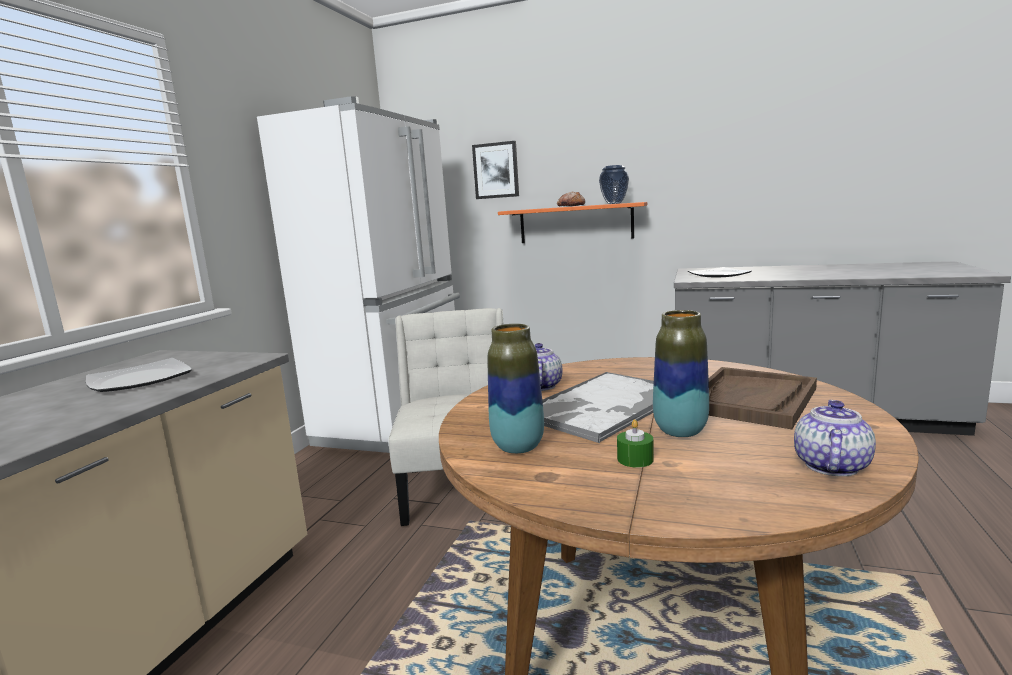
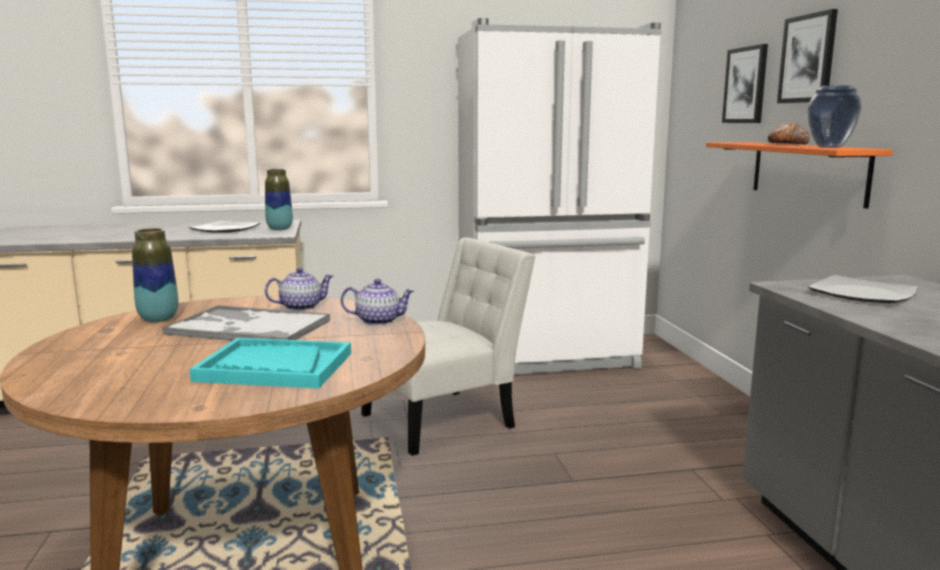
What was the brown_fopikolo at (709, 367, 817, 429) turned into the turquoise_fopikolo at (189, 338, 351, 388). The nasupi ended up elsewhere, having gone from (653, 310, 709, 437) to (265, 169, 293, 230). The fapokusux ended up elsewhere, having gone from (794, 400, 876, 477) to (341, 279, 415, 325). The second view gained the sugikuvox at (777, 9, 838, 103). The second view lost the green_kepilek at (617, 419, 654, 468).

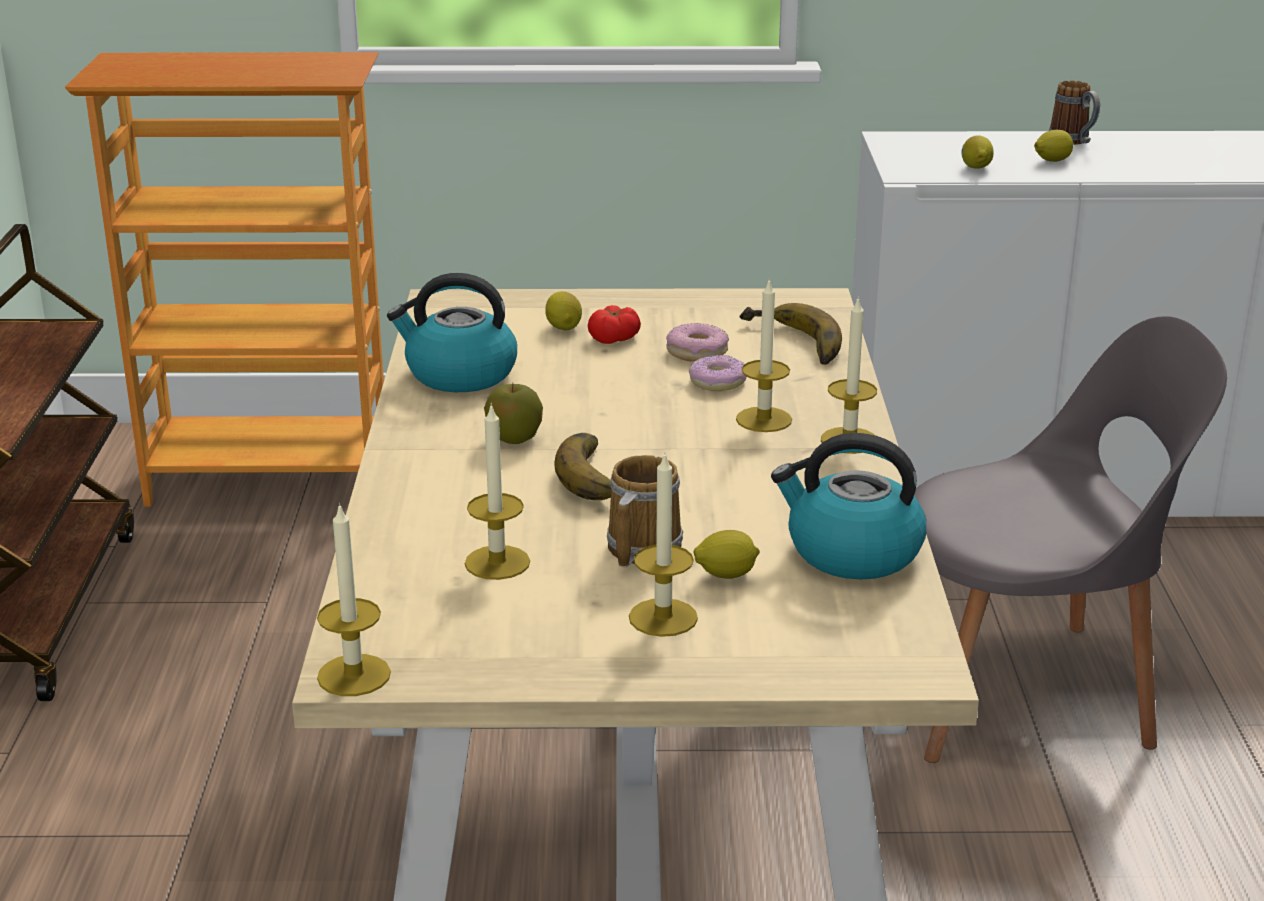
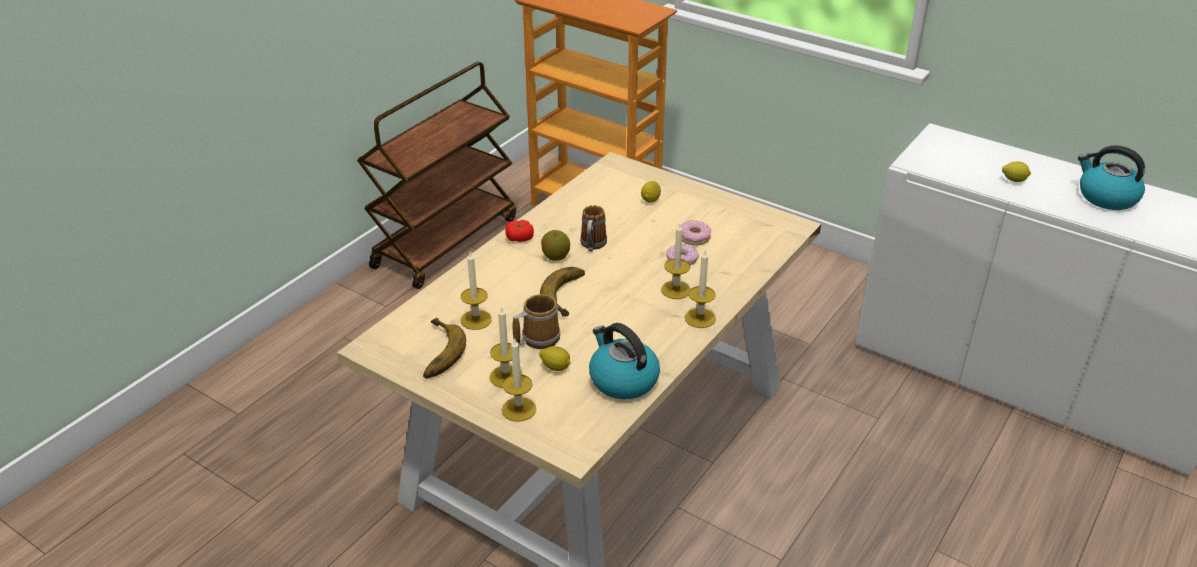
The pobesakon ended up elsewhere, having gone from (739, 303, 842, 365) to (423, 318, 466, 379). The kepilek ended up elsewhere, having gone from (317, 502, 391, 696) to (502, 338, 536, 422). The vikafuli ended up elsewhere, having gone from (588, 305, 641, 344) to (505, 220, 534, 242). The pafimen ended up elsewhere, having gone from (1049, 80, 1100, 145) to (580, 205, 607, 251). The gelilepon ended up elsewhere, having gone from (387, 273, 517, 392) to (1078, 145, 1145, 210). The second view lost the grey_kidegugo at (914, 316, 1227, 763). The second view lost the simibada at (962, 135, 993, 169).

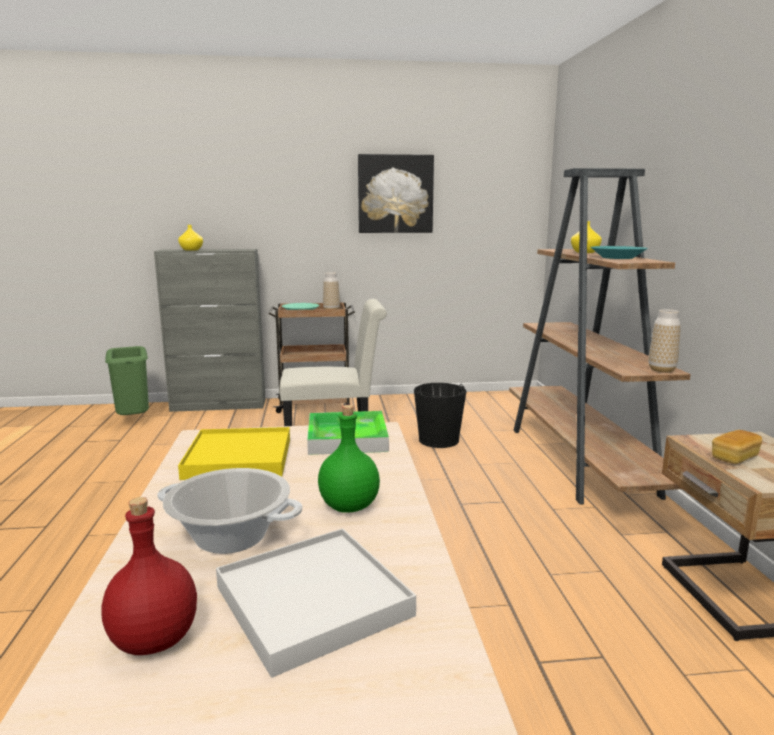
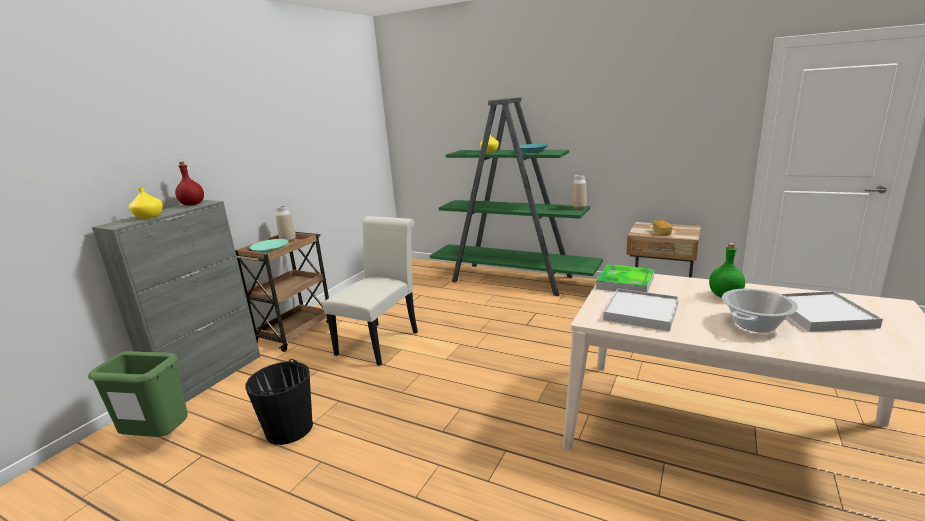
The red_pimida ended up elsewhere, having gone from (101, 497, 197, 655) to (175, 162, 204, 206). The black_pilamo ended up elsewhere, having gone from (414, 383, 466, 448) to (245, 359, 313, 445). What was the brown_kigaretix at (509, 168, 691, 505) turned into the green_kigaretix at (430, 97, 603, 296). What was the yellow_fopikolo at (178, 427, 290, 480) turned into the white_fopikolo at (603, 288, 679, 331). The second view lost the sugikuvox at (358, 154, 434, 233).

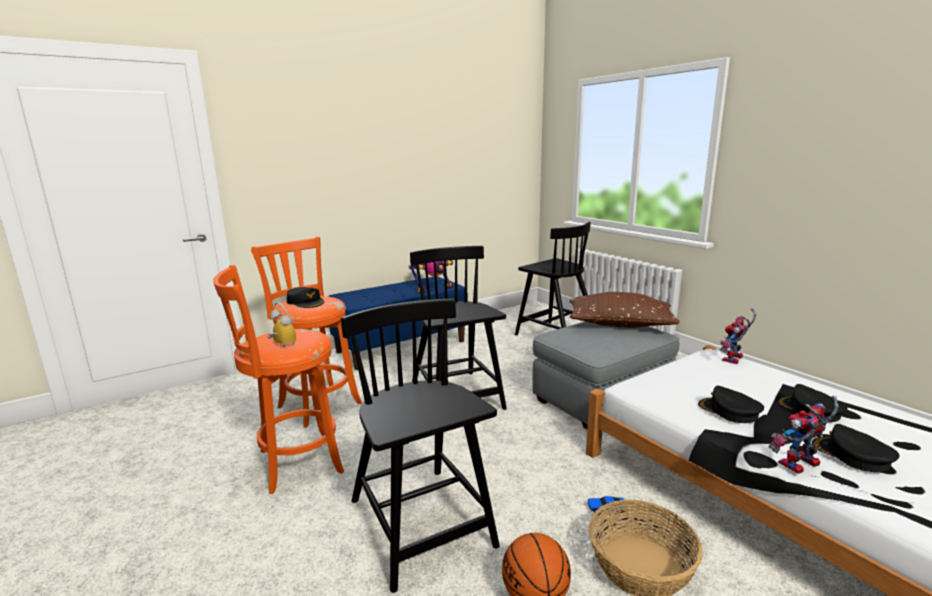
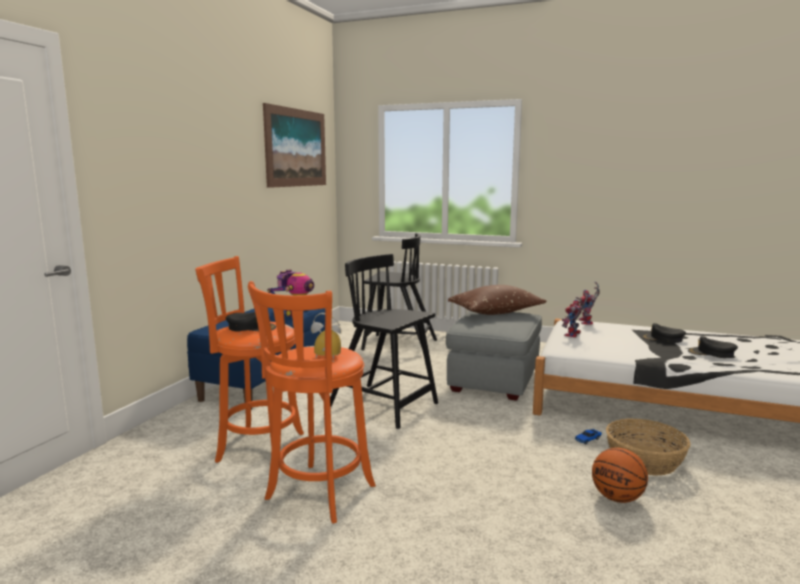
The second view gained the sugikuvox at (263, 103, 326, 188). The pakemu ended up elsewhere, having gone from (769, 396, 839, 474) to (562, 292, 588, 337). The second view lost the black_kidegugo at (341, 299, 500, 593). The second view lost the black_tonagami at (698, 386, 764, 423).

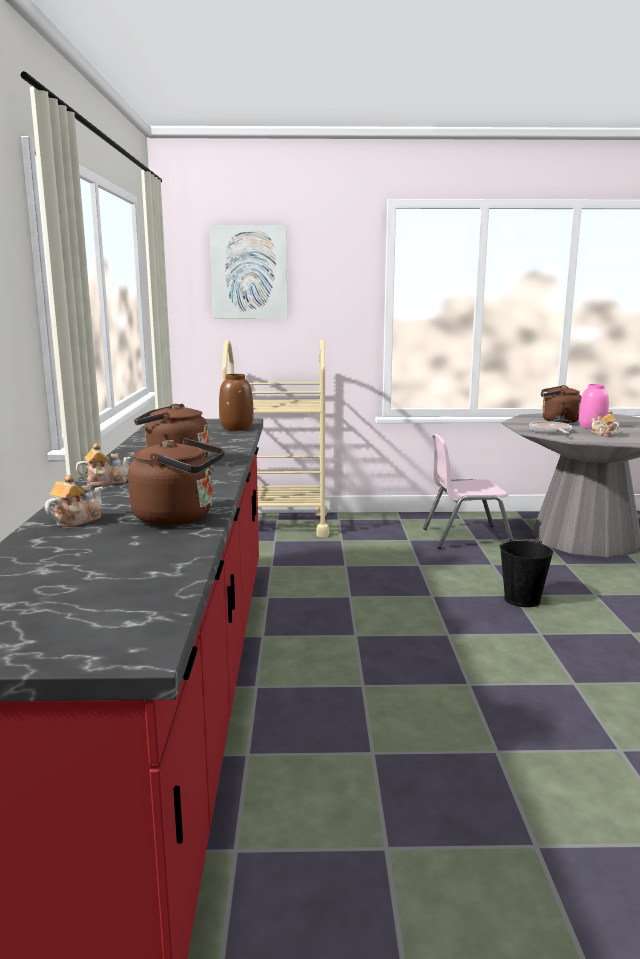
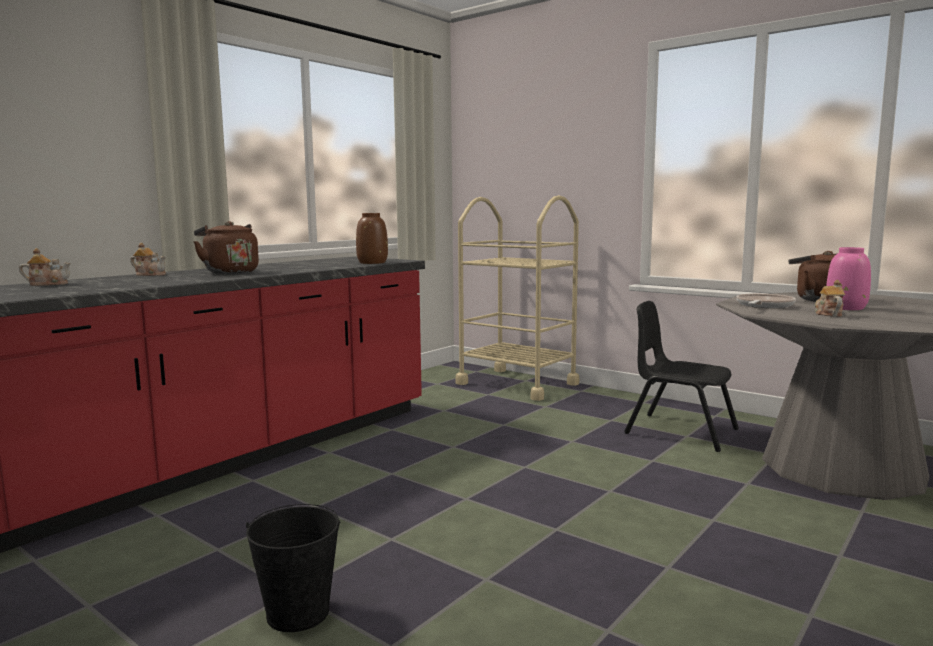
The black_pilamo ended up elsewhere, having gone from (500, 539, 553, 607) to (246, 504, 340, 632). What was the pink_kidegugo at (423, 434, 514, 549) turned into the black_kidegugo at (624, 301, 739, 452). The second view lost the brown_gelilepon at (128, 438, 225, 525). The second view lost the sugikuvox at (210, 225, 288, 319).

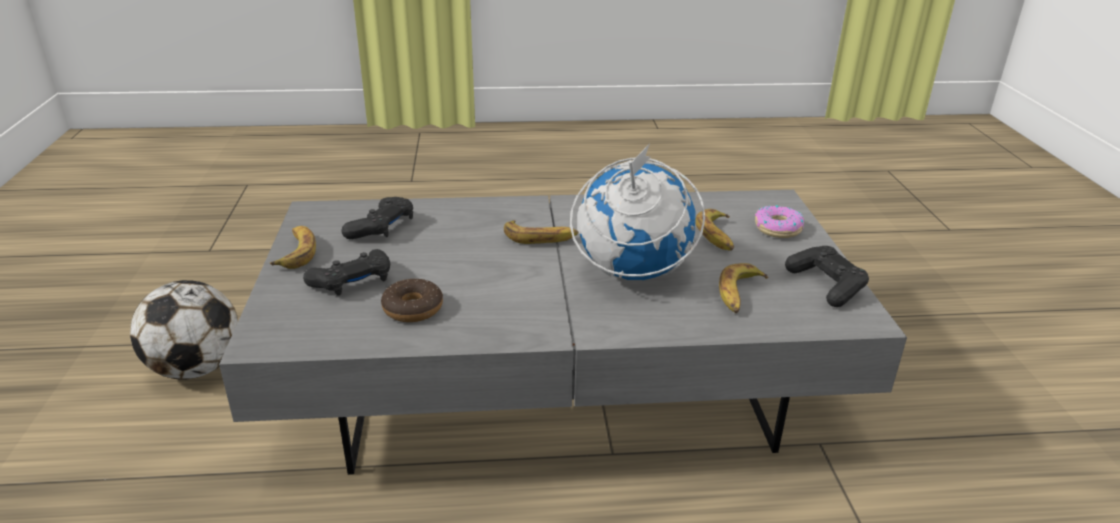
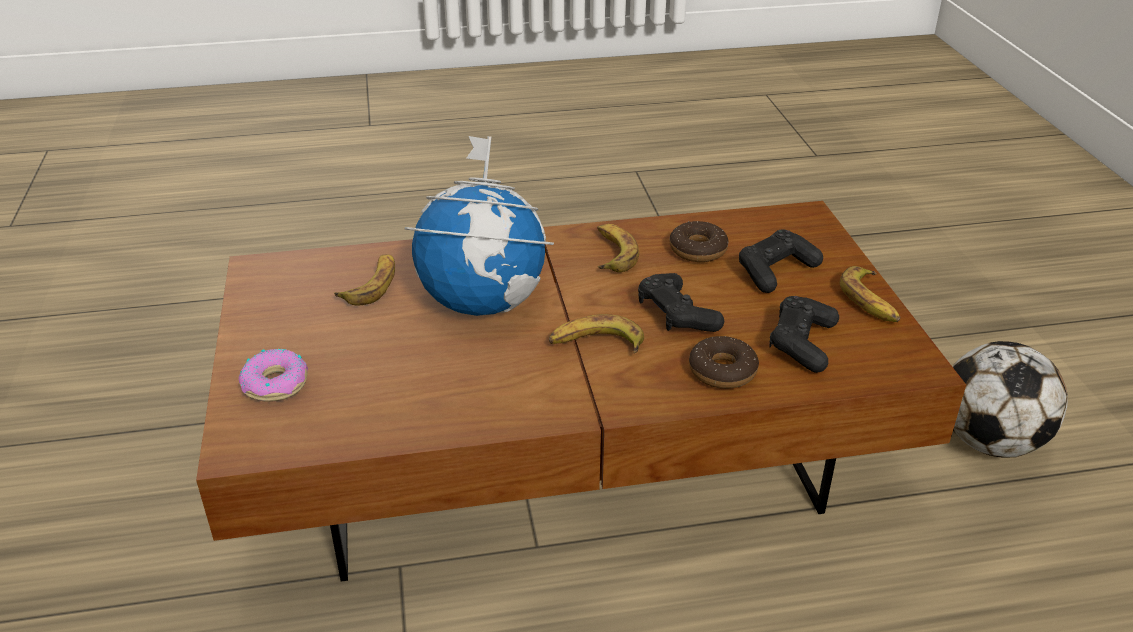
What was the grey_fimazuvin at (219, 190, 907, 475) turned into the brown_fimazuvin at (196, 201, 966, 582). The pobesakon ended up elsewhere, having gone from (695, 209, 734, 251) to (597, 224, 639, 272). The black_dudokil ended up elsewhere, having gone from (785, 246, 869, 307) to (638, 273, 724, 332). The second view gained the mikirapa at (689, 336, 759, 389).

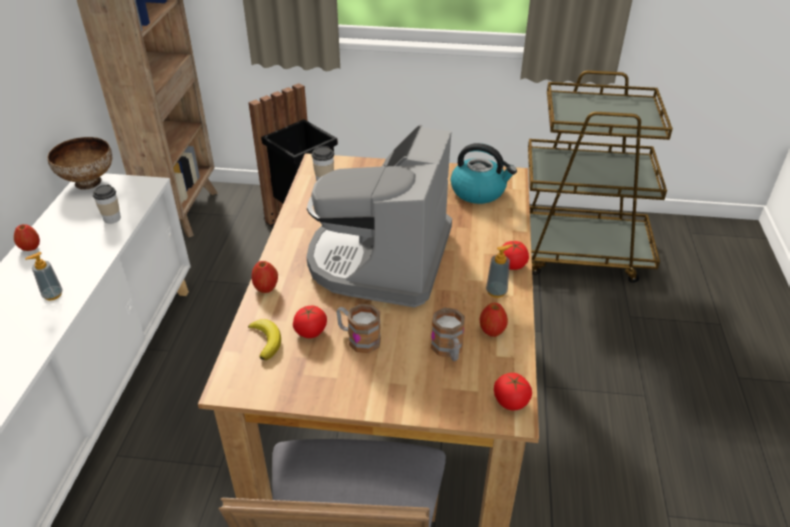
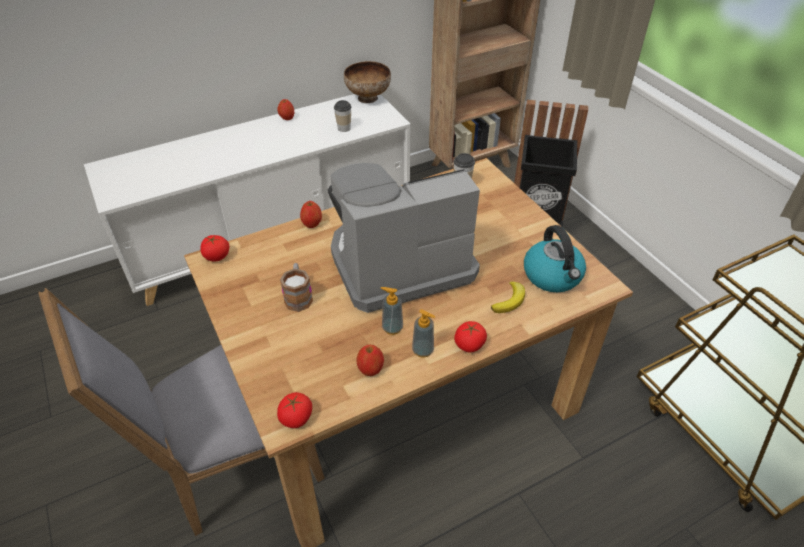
The vikafuli ended up elsewhere, having gone from (293, 306, 327, 338) to (200, 235, 230, 261). The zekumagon ended up elsewhere, having gone from (25, 252, 63, 300) to (381, 287, 403, 335). The pobesakon ended up elsewhere, having gone from (248, 319, 281, 360) to (491, 281, 525, 313). The second view lost the pafimen at (431, 308, 465, 361).

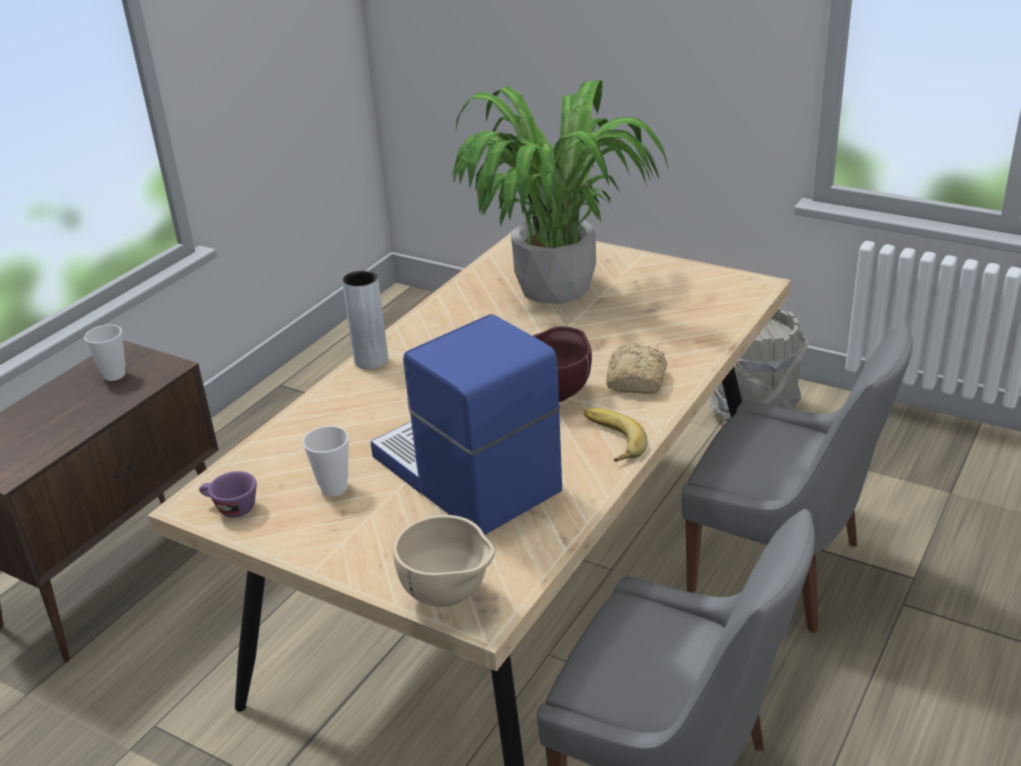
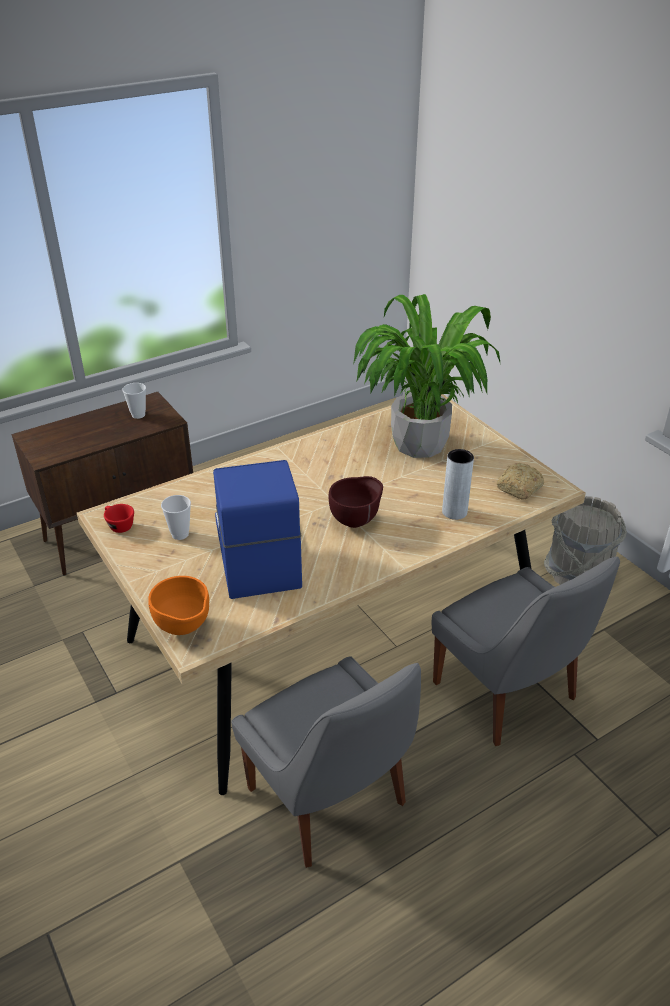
What was the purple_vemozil at (199, 471, 257, 518) turned into the red_vemozil at (104, 504, 134, 533). What was the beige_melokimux at (393, 515, 495, 607) turned into the orange_melokimux at (148, 576, 209, 635). The grey_nasupi ended up elsewhere, having gone from (342, 270, 388, 369) to (442, 449, 474, 520). The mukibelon ended up elsewhere, having gone from (606, 344, 667, 394) to (497, 463, 544, 500). The second view lost the pobesakon at (584, 408, 647, 462).

